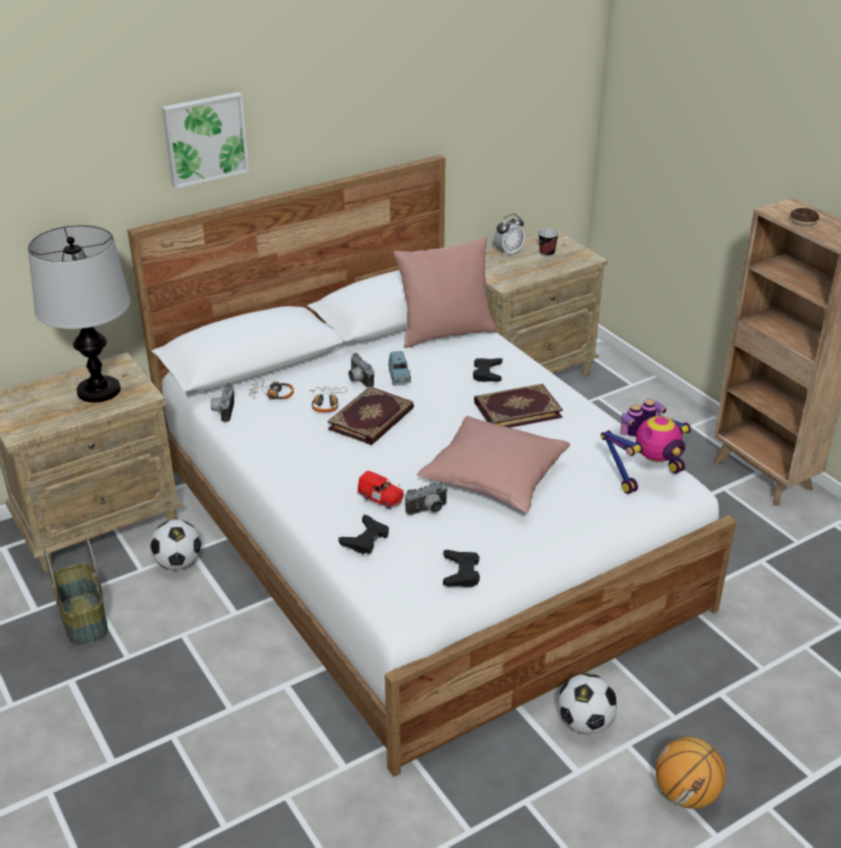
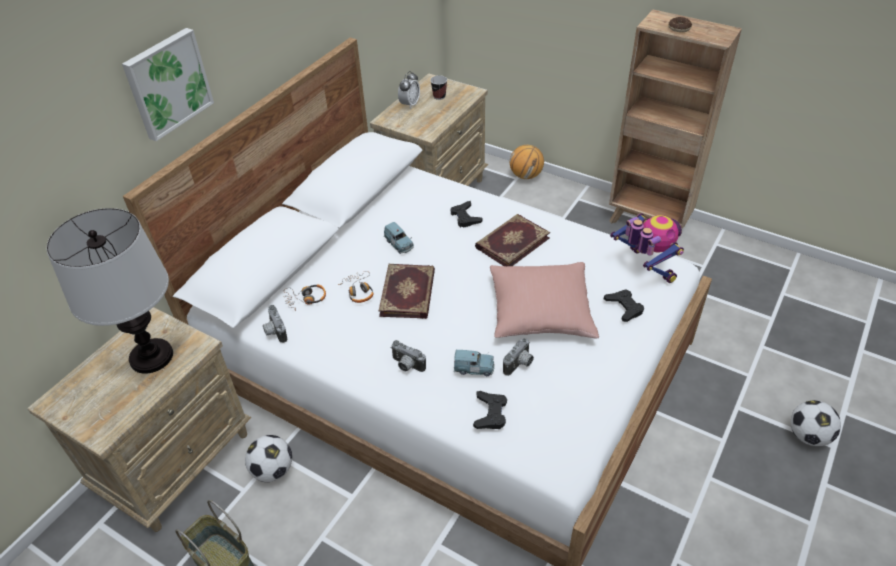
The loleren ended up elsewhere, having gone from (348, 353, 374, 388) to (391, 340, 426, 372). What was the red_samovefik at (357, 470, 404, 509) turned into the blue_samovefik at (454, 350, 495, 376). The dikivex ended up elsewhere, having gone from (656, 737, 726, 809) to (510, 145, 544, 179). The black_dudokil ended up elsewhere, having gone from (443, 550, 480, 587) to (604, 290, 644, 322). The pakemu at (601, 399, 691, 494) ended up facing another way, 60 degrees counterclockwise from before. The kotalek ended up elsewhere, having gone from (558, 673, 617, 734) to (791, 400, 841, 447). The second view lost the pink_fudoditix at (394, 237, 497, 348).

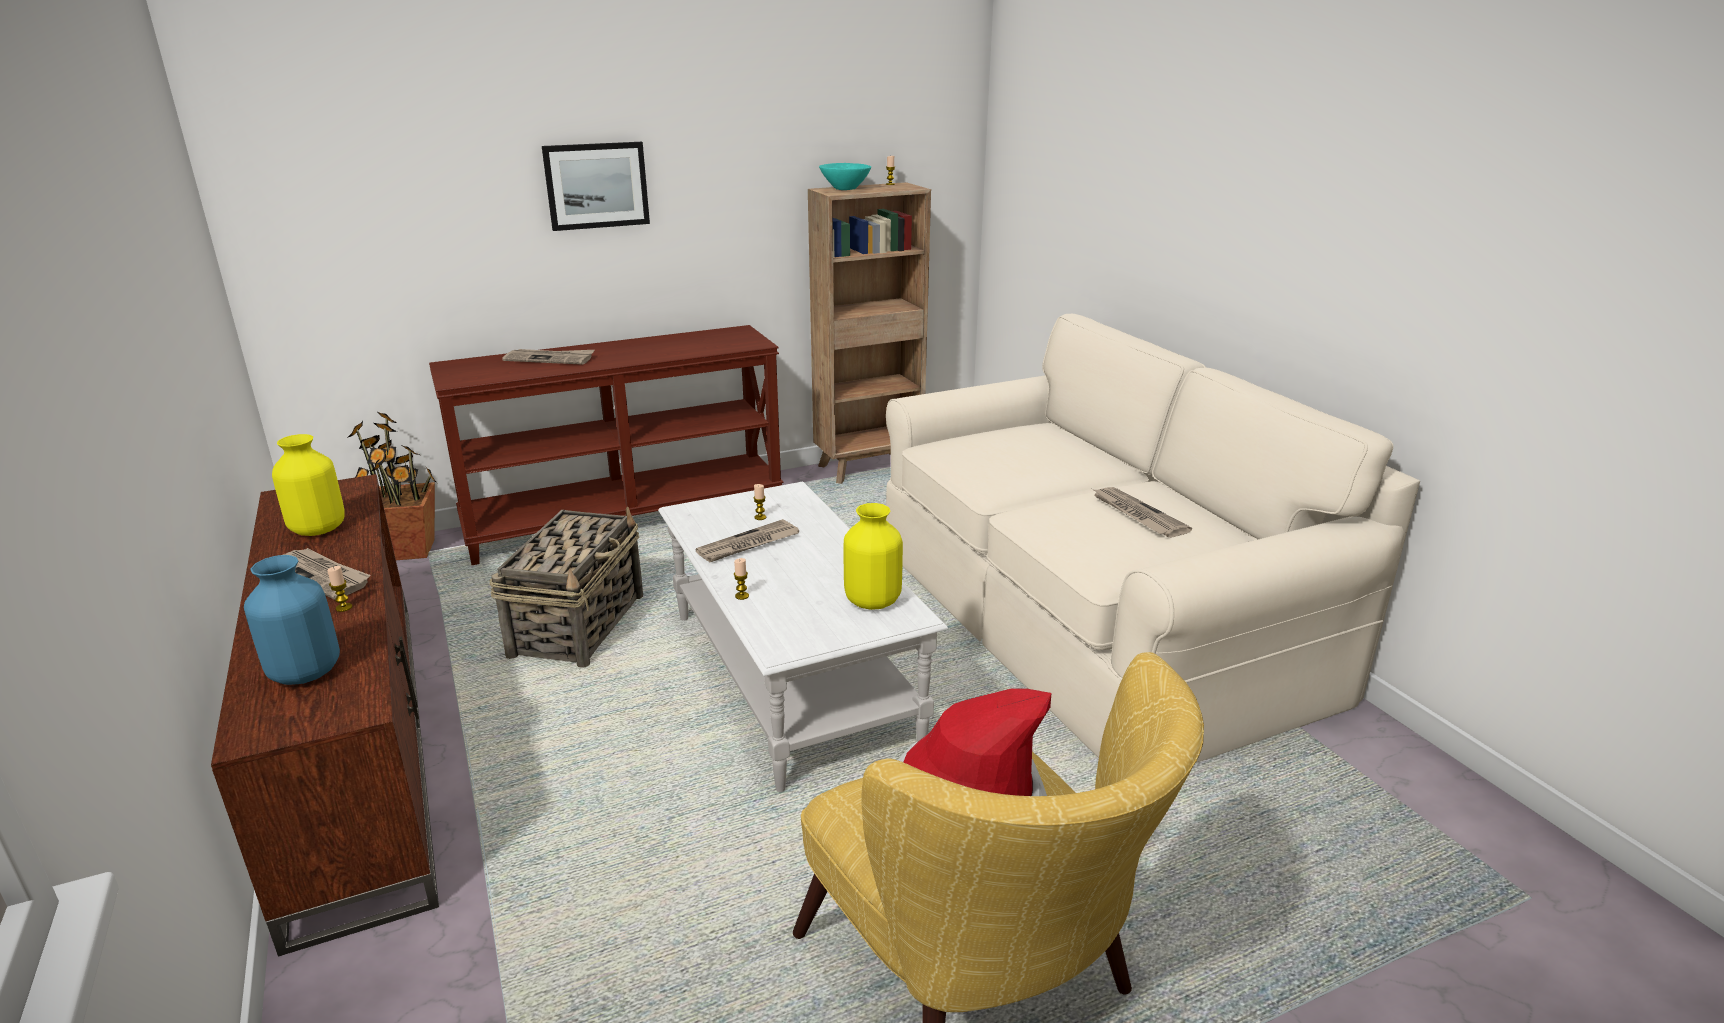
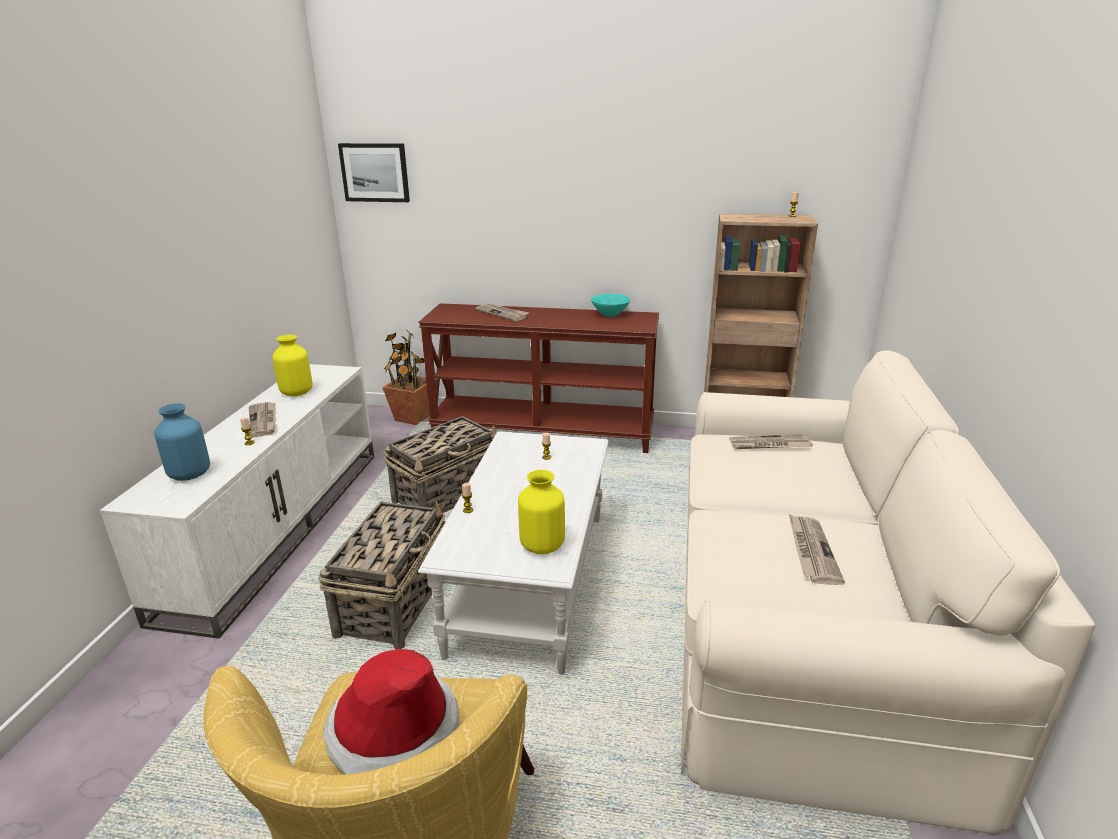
What was the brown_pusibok at (211, 474, 439, 956) turned into the white_pusibok at (100, 364, 374, 639). The second view gained the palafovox at (318, 501, 445, 649). The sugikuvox ended up elsewhere, having gone from (542, 142, 650, 231) to (338, 143, 410, 202). The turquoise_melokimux ended up elsewhere, having gone from (819, 163, 871, 190) to (591, 294, 630, 317). The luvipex ended up elsewhere, having gone from (695, 519, 799, 562) to (729, 434, 813, 449).

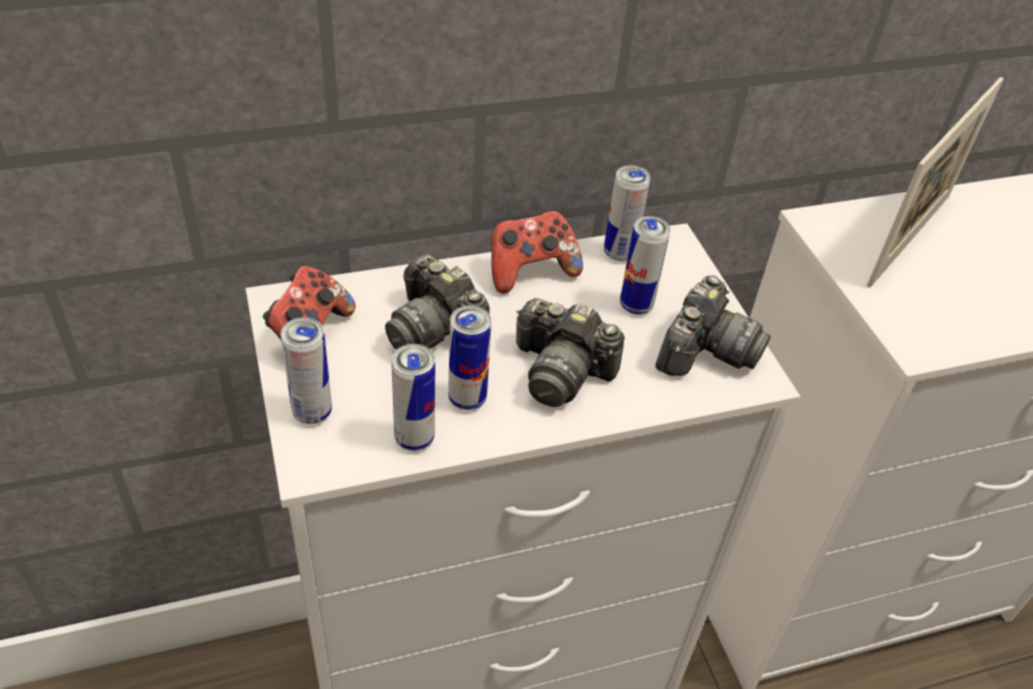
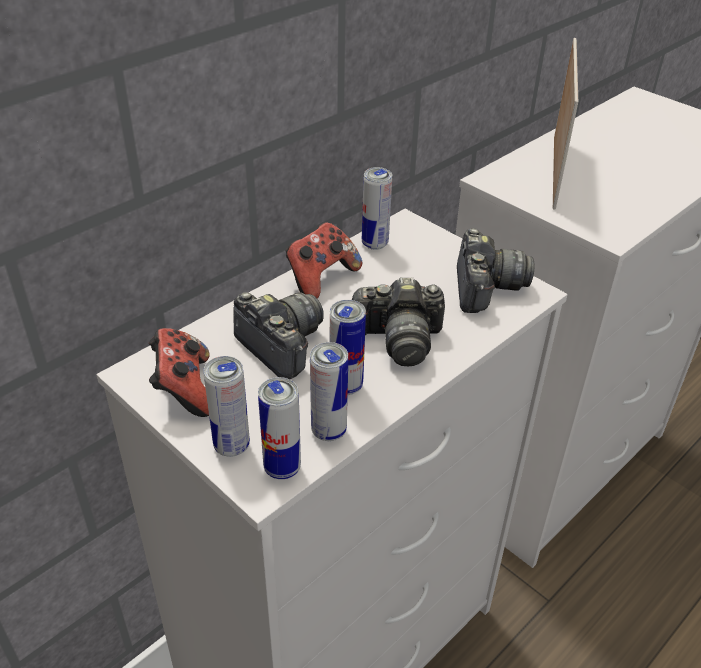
The loleren at (385, 254, 490, 350) ended up facing another way, 150 degrees counterclockwise from before. The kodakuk ended up elsewhere, having gone from (620, 216, 670, 315) to (258, 377, 301, 479).

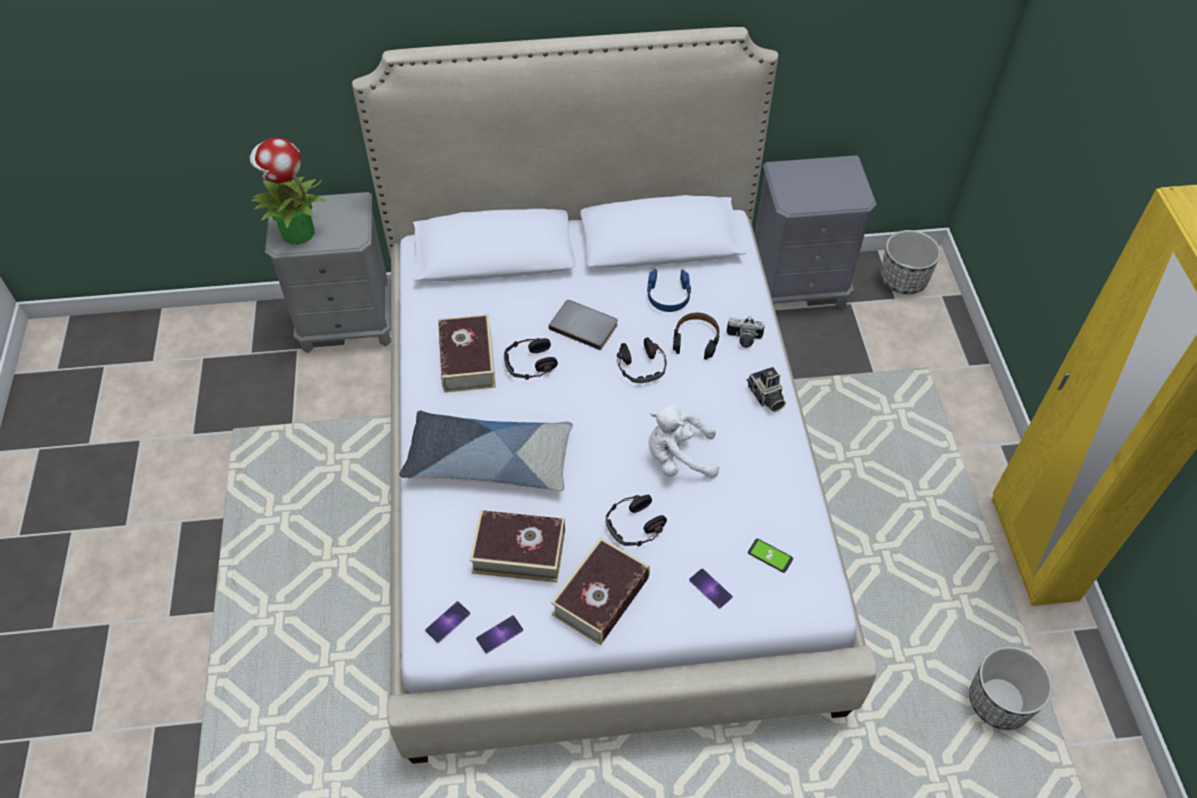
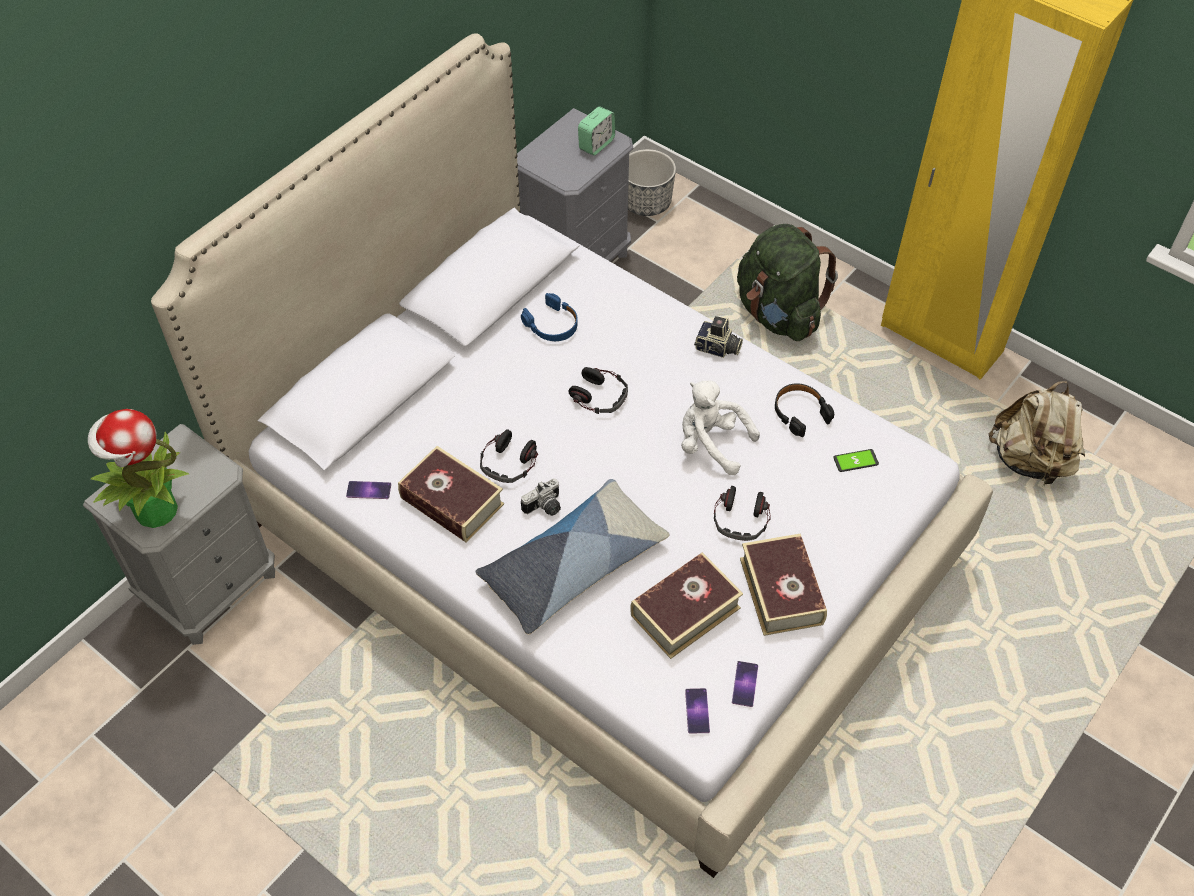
The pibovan ended up elsewhere, having gone from (689, 568, 733, 609) to (346, 481, 391, 499). The loleren ended up elsewhere, having gone from (727, 316, 765, 348) to (521, 478, 561, 516). The second view gained the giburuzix at (578, 106, 615, 156). The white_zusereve at (648, 403, 719, 479) ended up facing another way, 75 degrees clockwise from before. The second view gained the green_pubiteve at (737, 224, 838, 341). The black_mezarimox ended up elsewhere, having gone from (673, 313, 720, 360) to (775, 383, 834, 437). Where the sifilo stood at (969, 646, 1053, 730), the beige_pubiteve came to stand at (989, 381, 1085, 487). The second view lost the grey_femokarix at (549, 300, 618, 350).

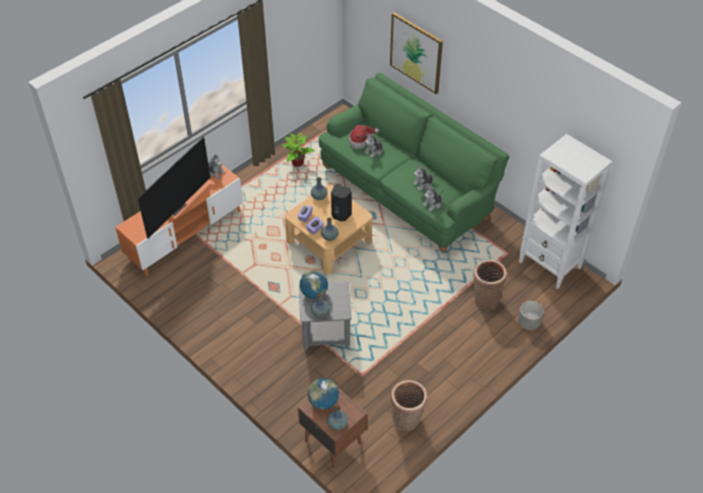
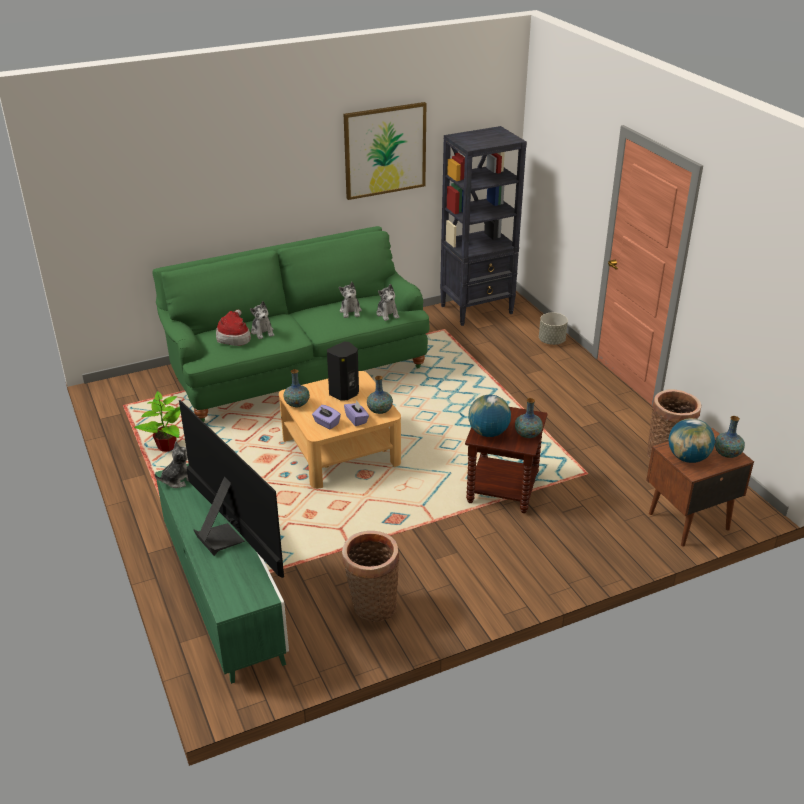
What was the orange_pusibok at (115, 165, 243, 276) turned into the green_pusibok at (155, 463, 289, 684). The palafovox ended up elsewhere, having gone from (473, 259, 506, 311) to (342, 531, 400, 622). The sugikuvox ended up elsewhere, having gone from (390, 12, 443, 94) to (344, 102, 426, 200). What was the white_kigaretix at (519, 134, 612, 289) turned into the black_kigaretix at (440, 126, 527, 326). What was the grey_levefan at (299, 282, 351, 350) turned into the brown_levefan at (465, 407, 548, 513).

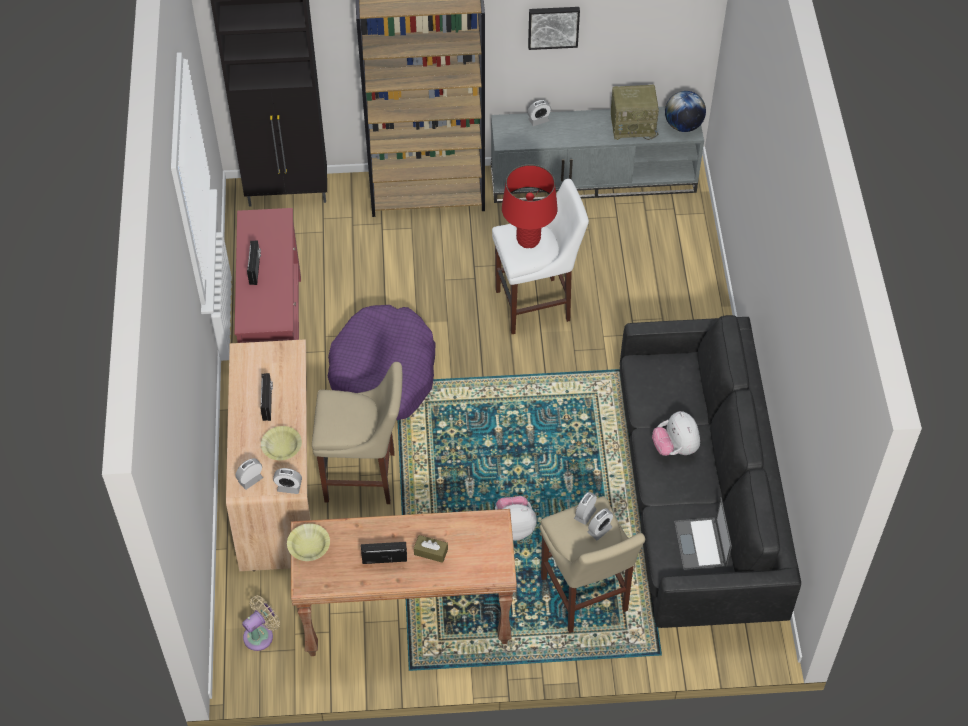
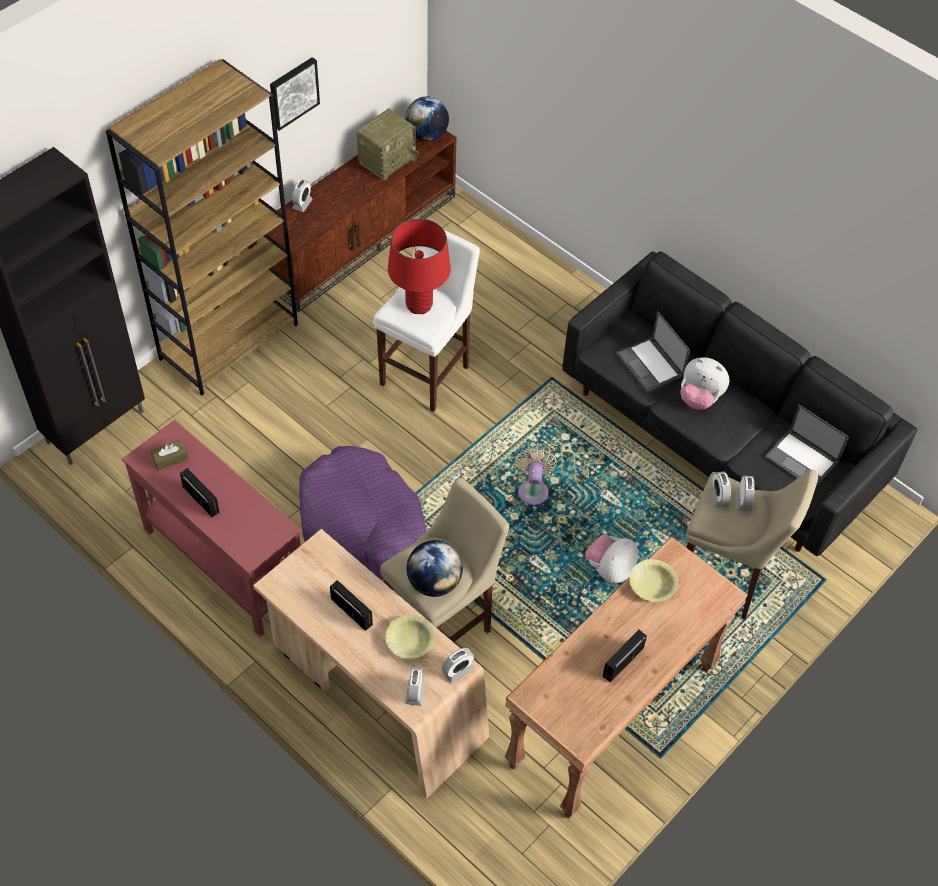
The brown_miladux ended up elsewhere, having gone from (414, 535, 448, 563) to (150, 439, 189, 471). What was the grey_pusibok at (491, 107, 704, 203) turned into the brown_pusibok at (266, 131, 457, 312). The second view gained the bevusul at (406, 540, 463, 597). The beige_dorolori ended up elsewhere, having gone from (242, 596, 280, 651) to (515, 447, 557, 505). The second view gained the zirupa at (616, 311, 690, 393). The yellow_melokimux ended up elsewhere, having gone from (287, 524, 330, 561) to (629, 559, 678, 602).

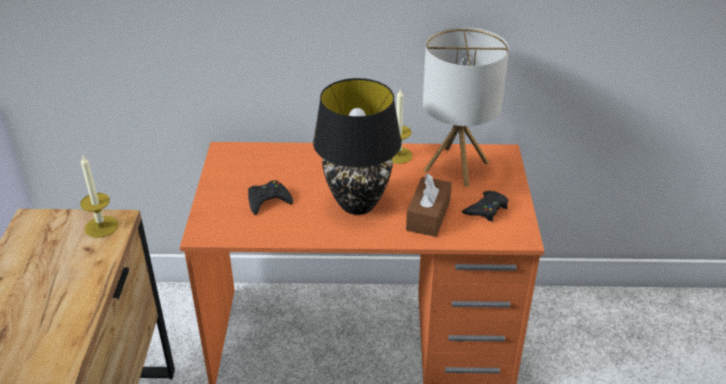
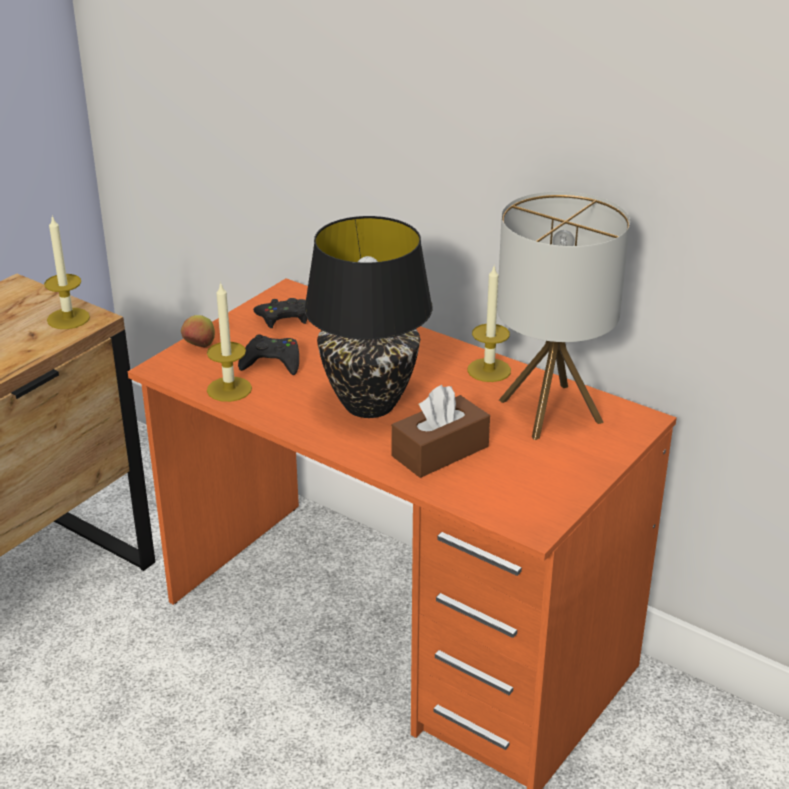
The second view gained the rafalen at (181, 315, 215, 347). The second view gained the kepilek at (207, 282, 252, 402). The black_dudokil ended up elsewhere, having gone from (462, 191, 508, 222) to (253, 298, 307, 328).

